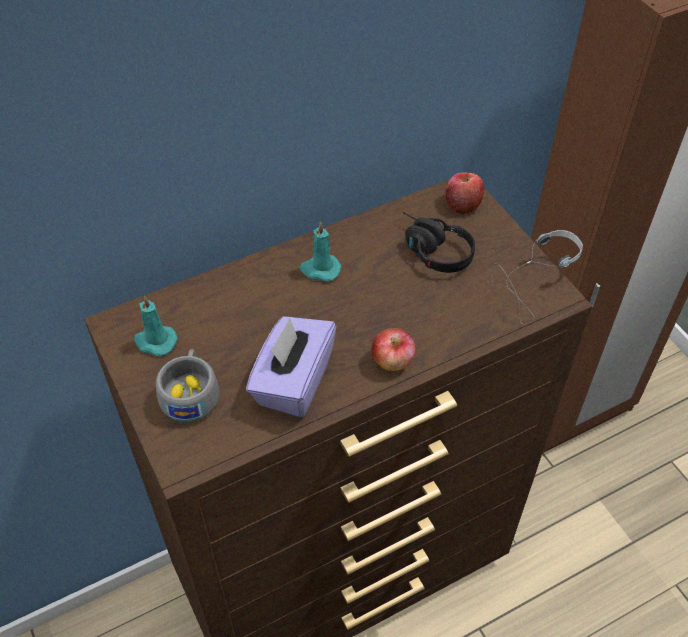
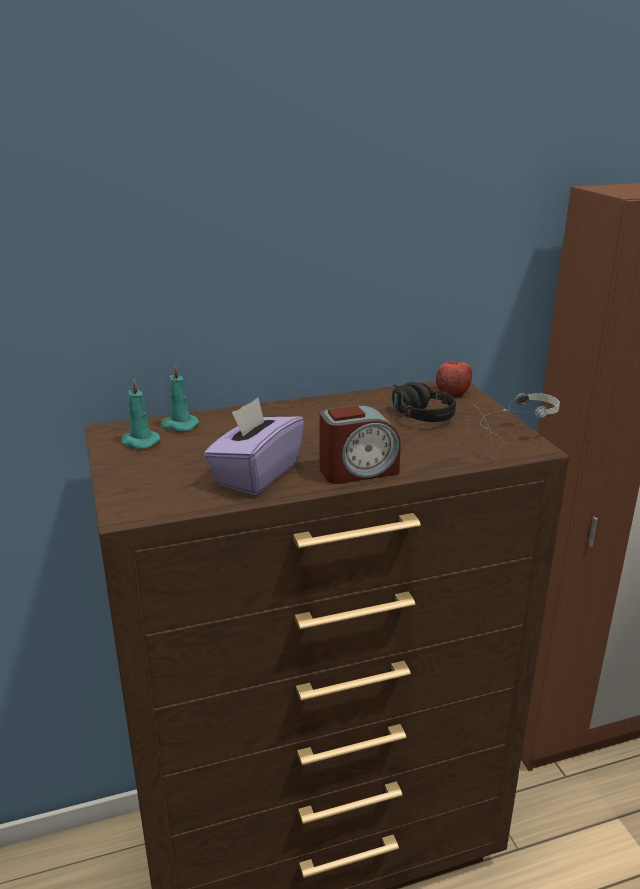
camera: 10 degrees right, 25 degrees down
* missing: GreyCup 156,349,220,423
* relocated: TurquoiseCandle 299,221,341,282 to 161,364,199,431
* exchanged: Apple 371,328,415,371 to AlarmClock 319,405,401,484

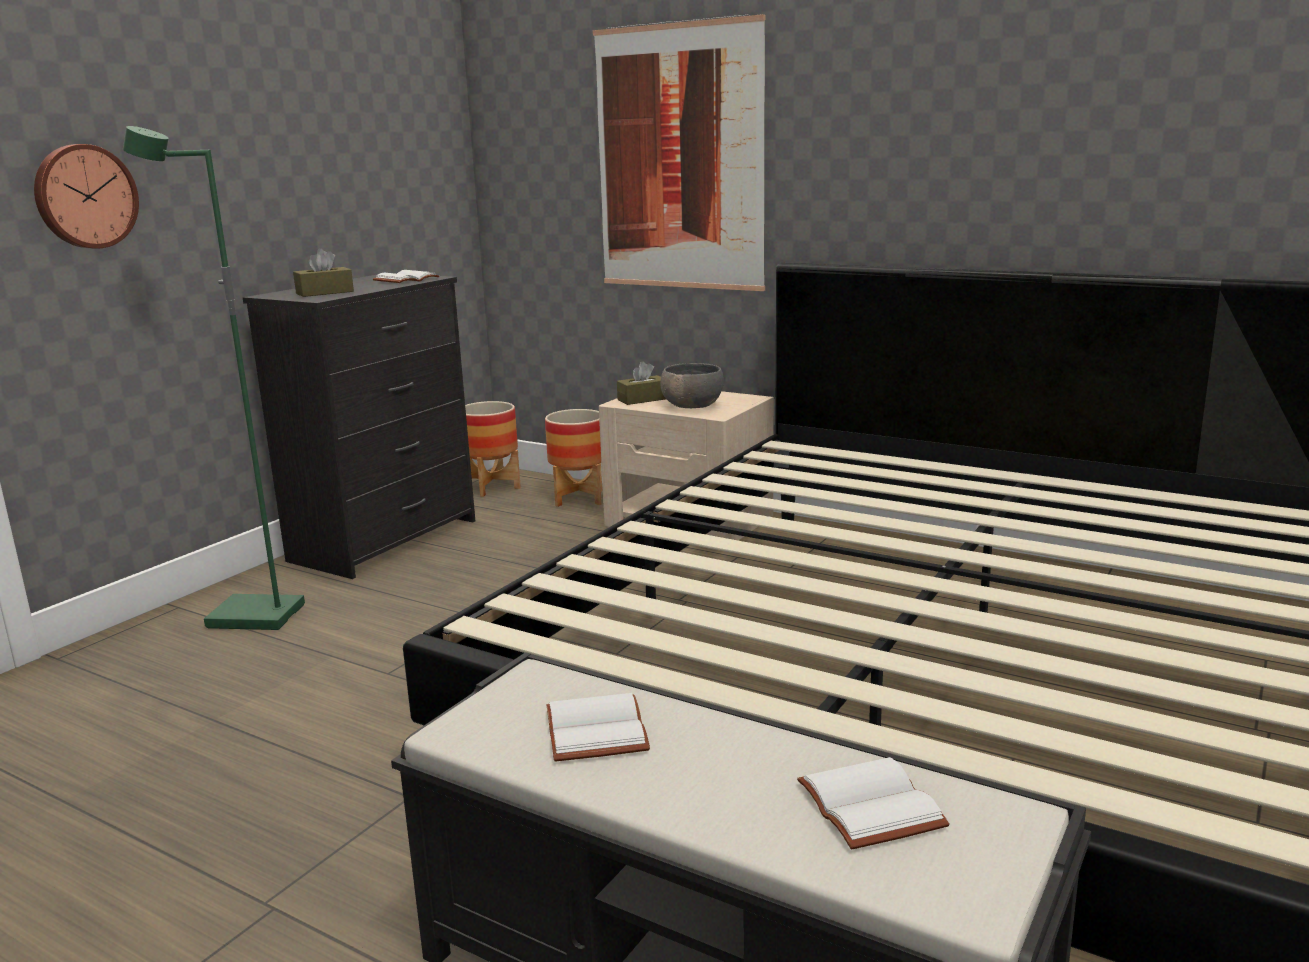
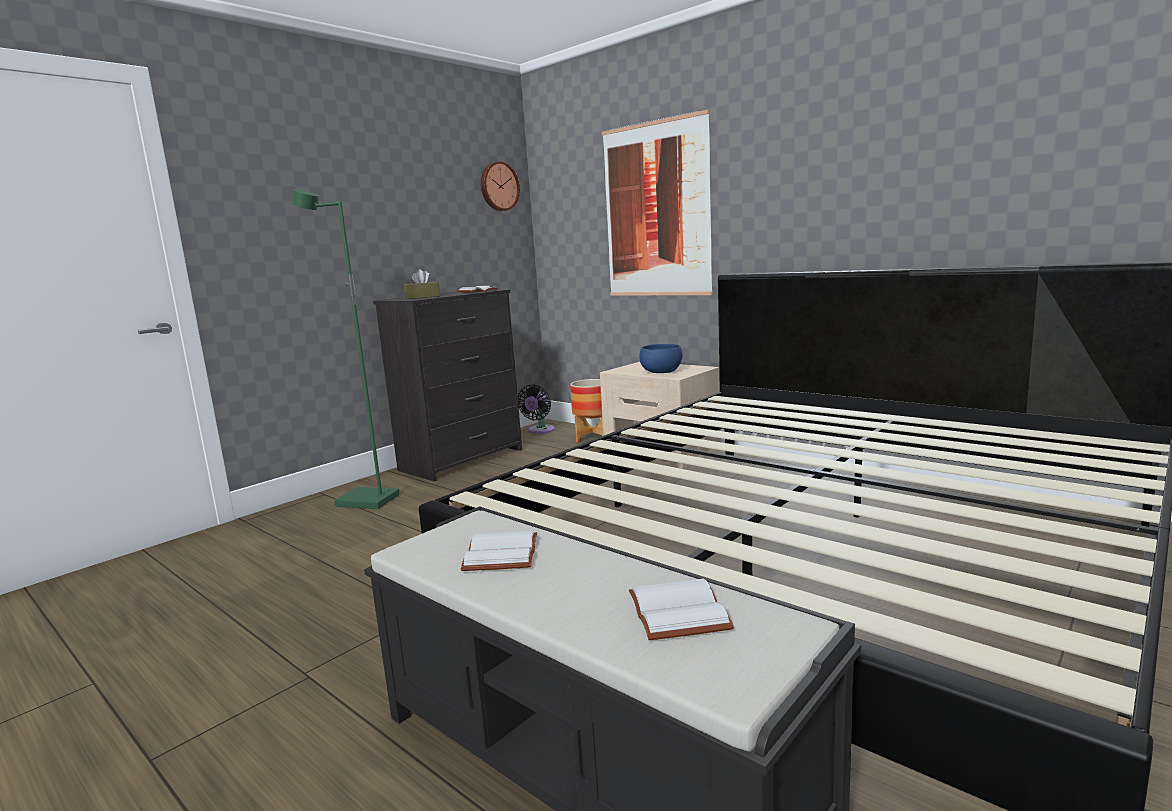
camera: 10 degrees right, 5 degrees down
* relocated: WallClock 34,144,139,249 to 481,161,520,211
* exchanged: Planter 465,401,521,497 to BlackFan 518,384,555,434
* missing: BrownTissueBox 617,361,666,405
* colour: GreyBowl 661,363,724,408 to BlueBowl 639,344,683,373

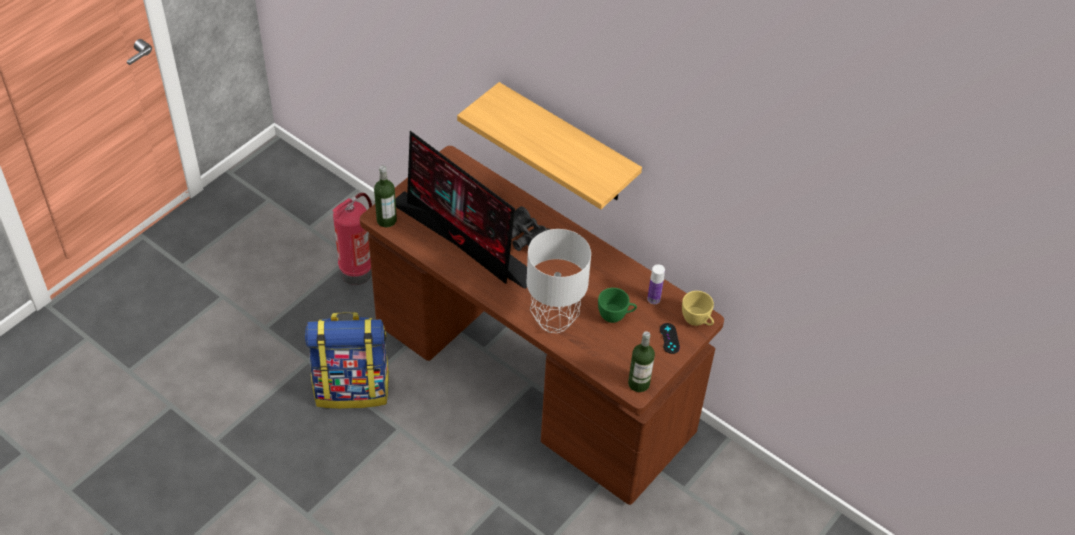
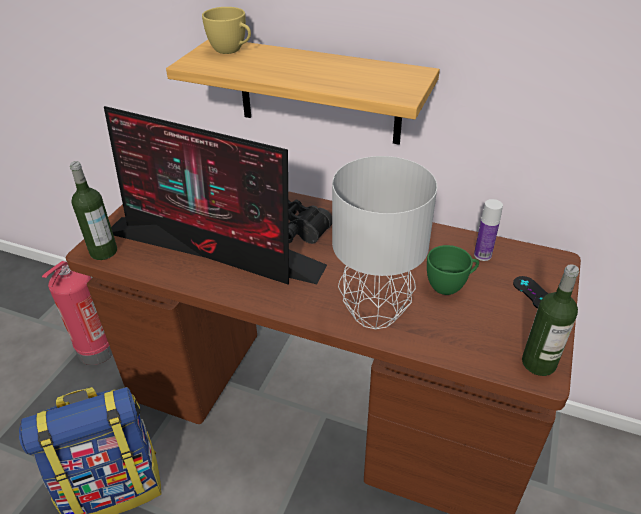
camera: 15 degrees left, 10 degrees down
* relocated: YellowCup 682,291,714,326 to 202,7,251,54

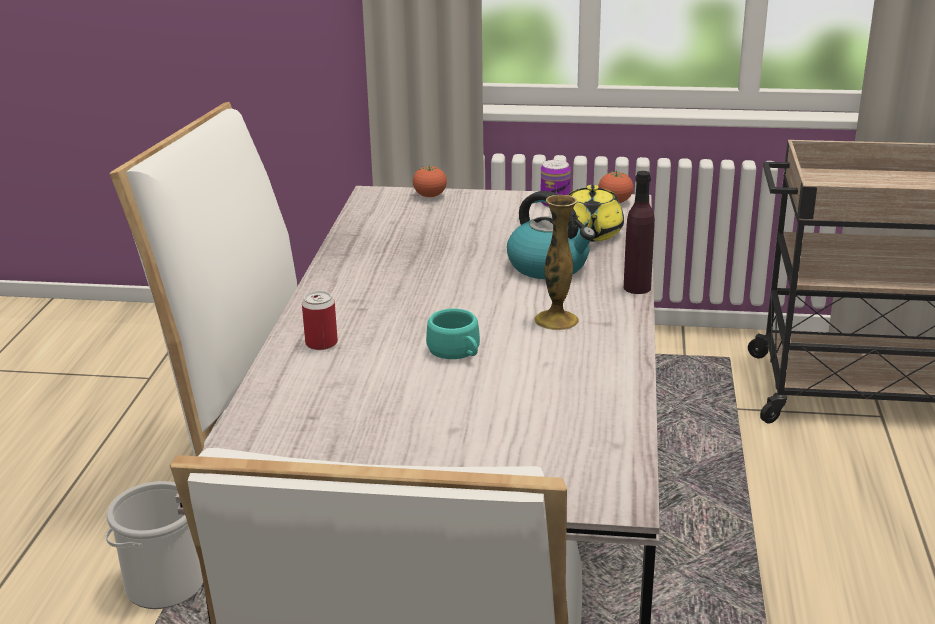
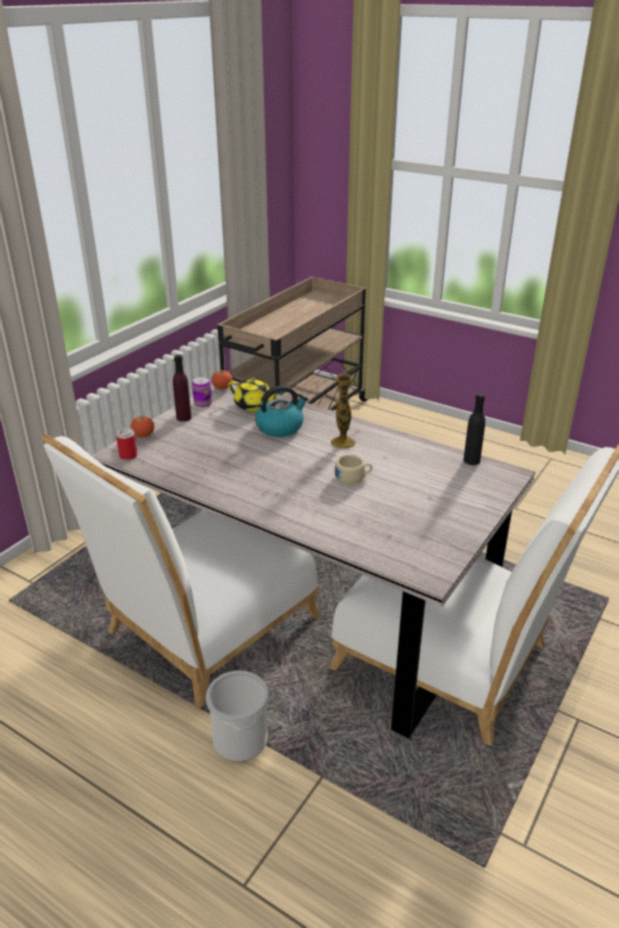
camera: 65 degrees left, 5 degrees up
* relocated: Can 302,291,338,350 to 116,427,137,460
* colour: TurquoiseCup 426,308,480,359 to BeigeCup 335,455,372,485
* relocated: PurpleBottle 624,171,655,294 to 173,355,192,422
* appeared: BlackBottle 464,393,485,465

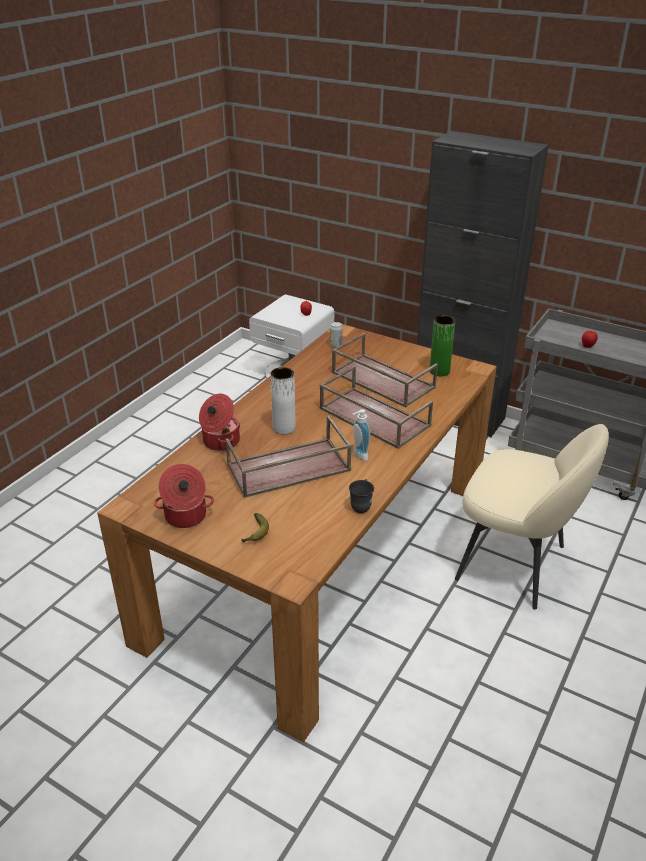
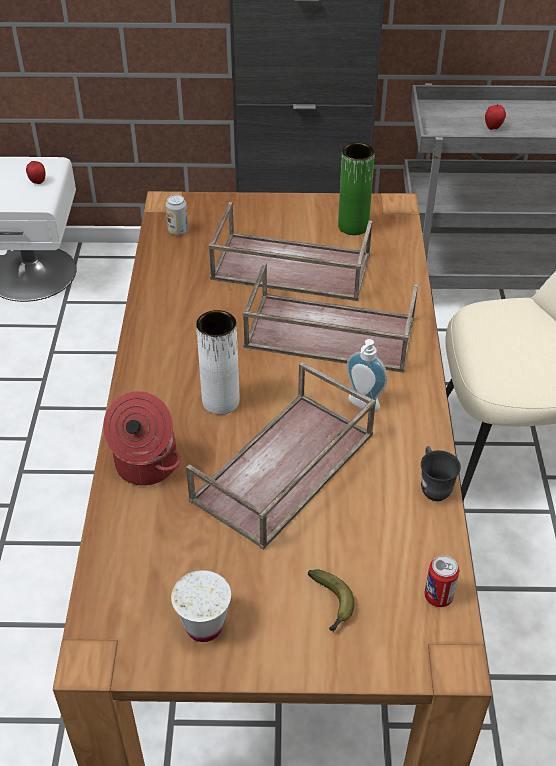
camera: 30 degrees left, 10 degrees up
* exchanged: CookingPot 154,464,214,528 to WhiteCup 171,570,231,642
* appeared: Can 424,555,459,607

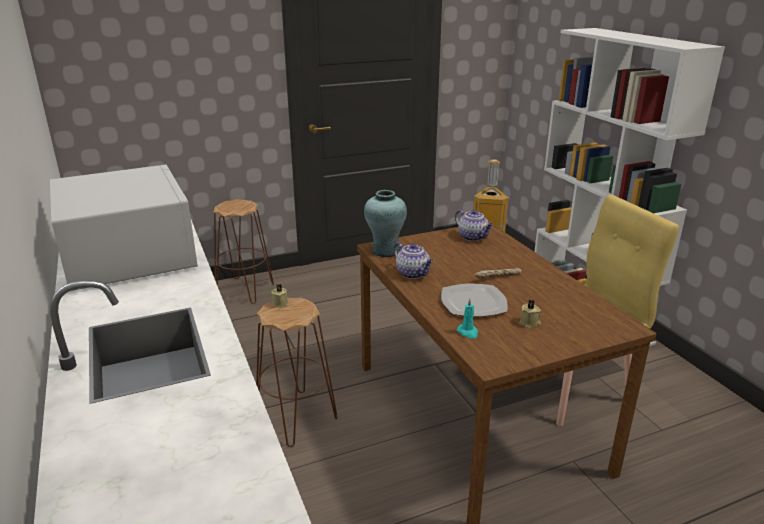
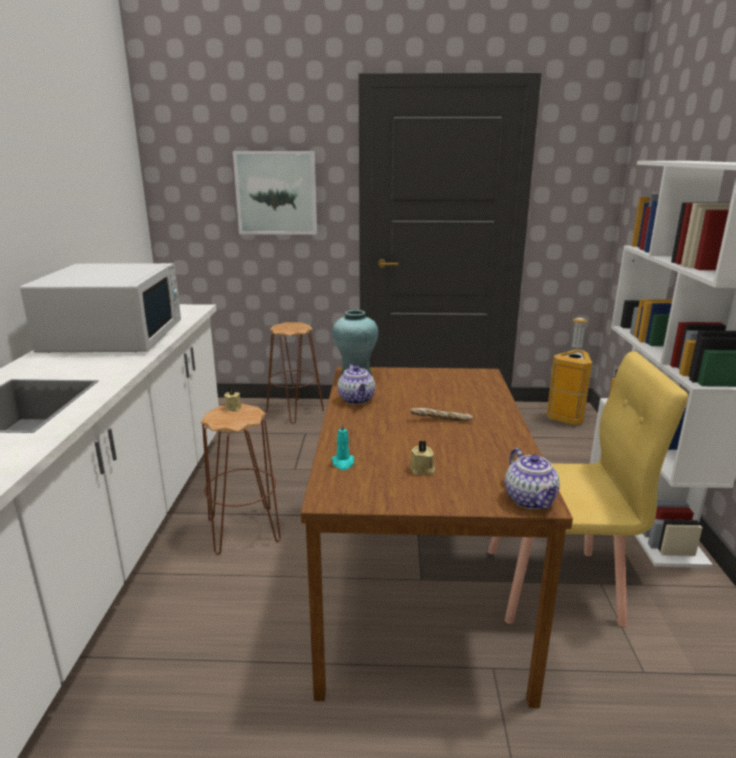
camera: 25 degrees right, 5 degrees down
* missing: Plate 441,284,508,317
* relocated: Teapot 455,210,494,241 to 505,448,560,509
* appeared: Picture 233,151,317,235

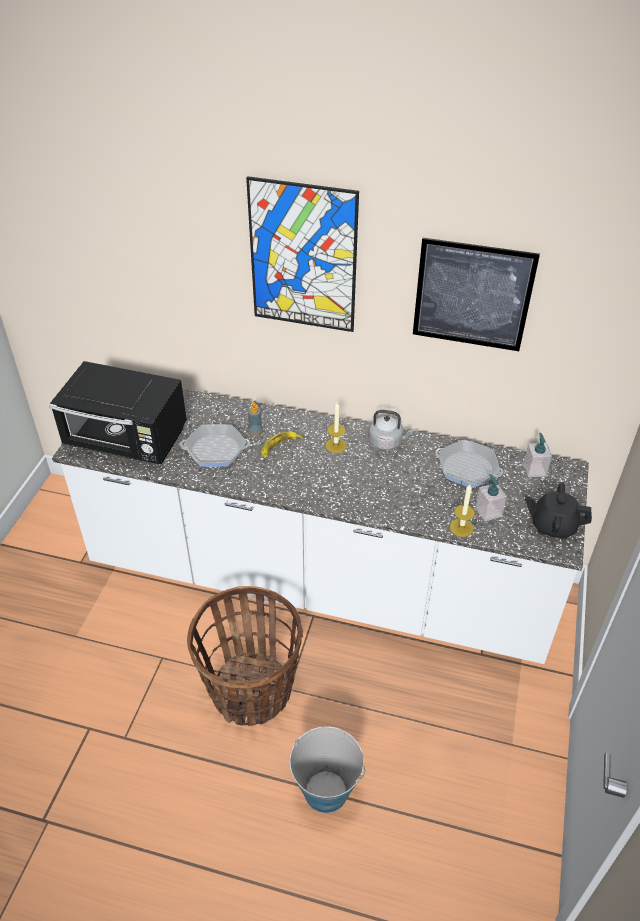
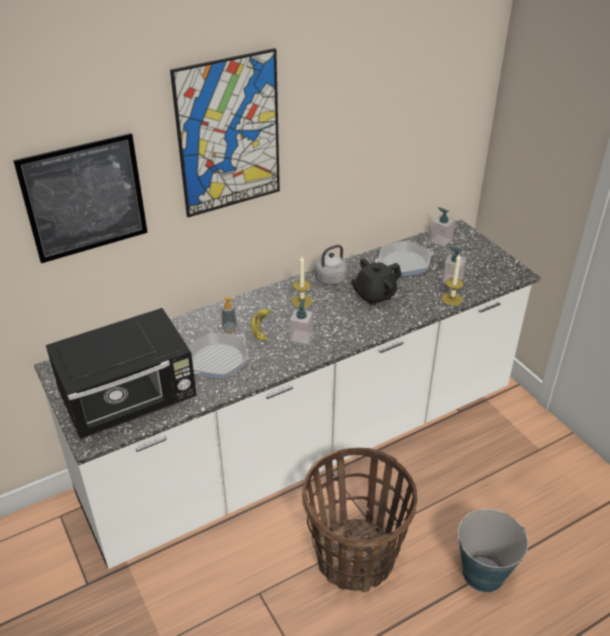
camera: 45 degrees left, 5 degrees down
* relocated: Picture 413,238,540,351 to 13,133,148,263
* relocated: BlackTeapot 525,482,592,540 to 351,258,401,305
* appeared: SoapDispenser 290,299,313,345

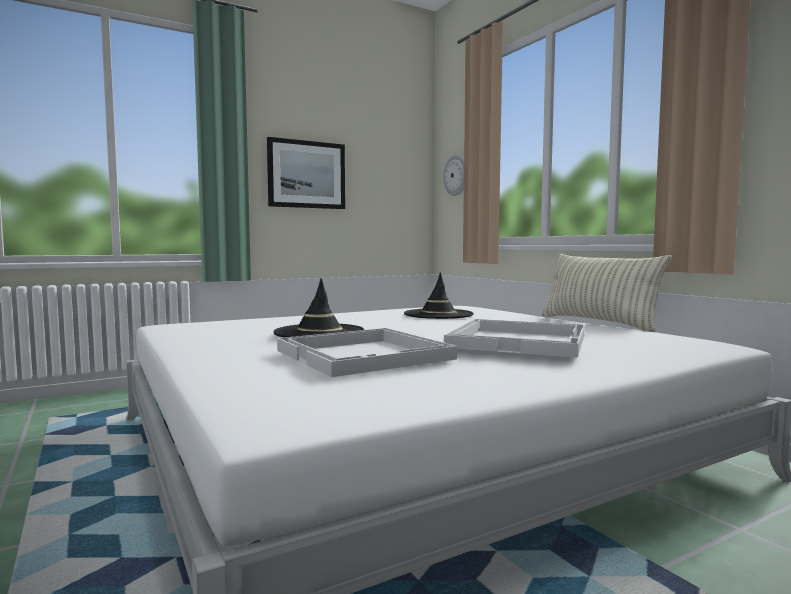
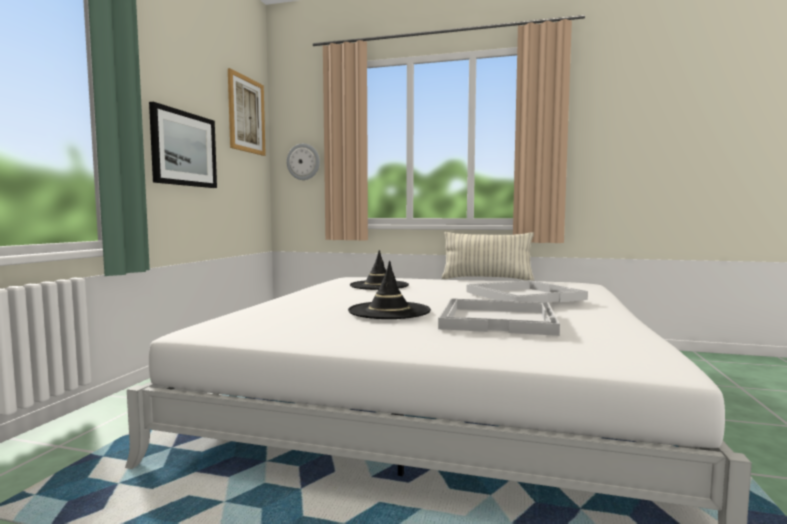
camera: 45 degrees left, 0 degrees up
* appeared: Picture 228,68,266,156

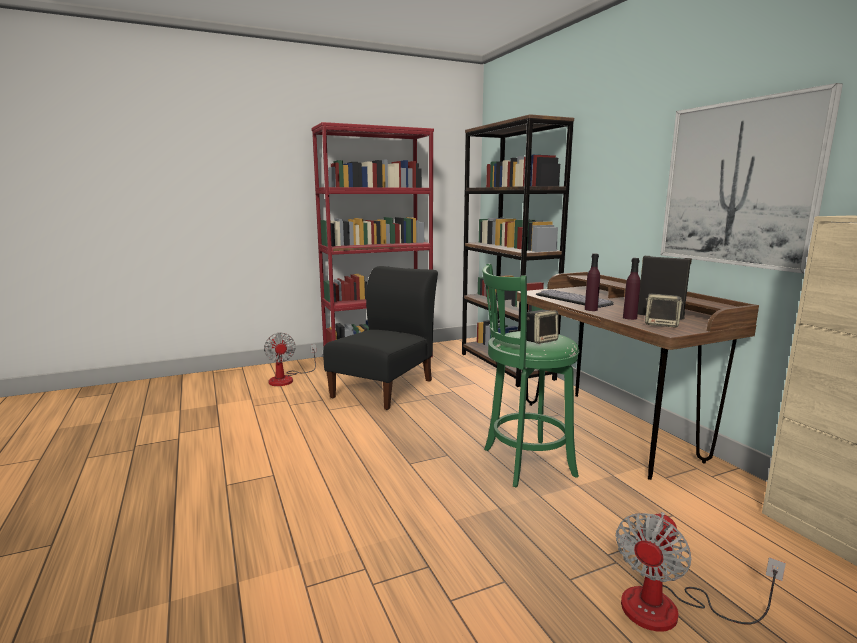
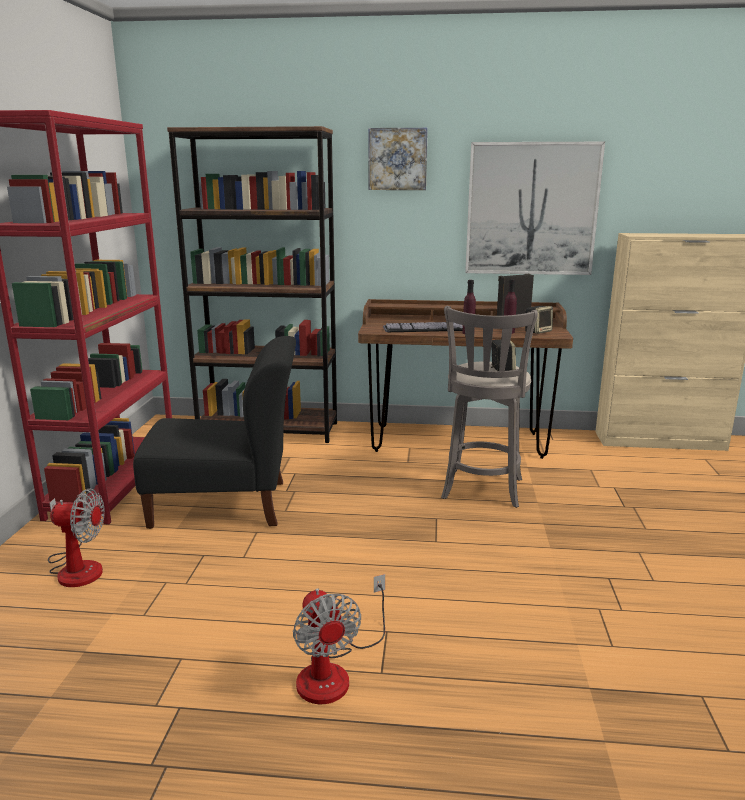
camera: 60 degrees left, 5 degrees up
* spun: BlackChair 323,266,438,410 = 133,336,296,529 120 degrees clockwise
* colour: GreenStool 482,264,579,488 to GreyStool 441,306,538,508
* relocated: Fan 615,512,786,632 to 293,574,385,704
* appeared: Picture 368,128,428,190

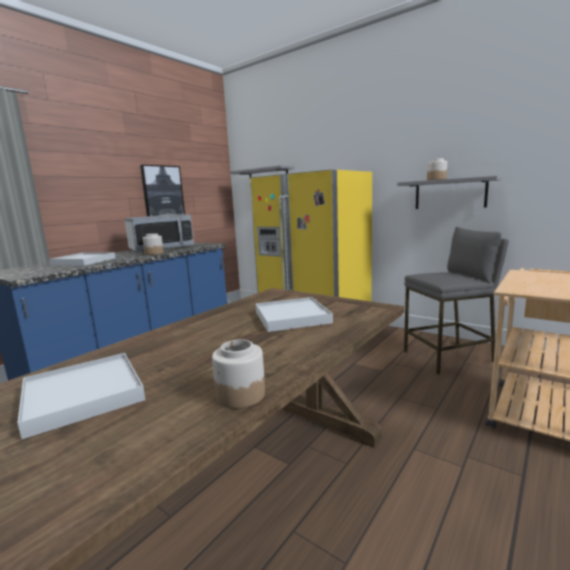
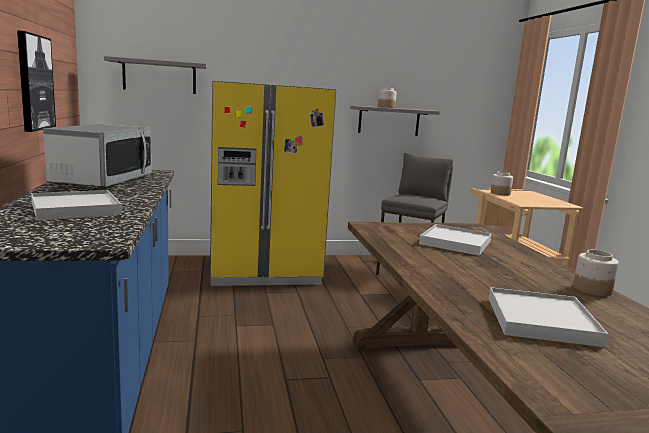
camera: 50 degrees left, 0 degrees up
* relocated: Jar 143,233,164,255 to 491,172,513,195

